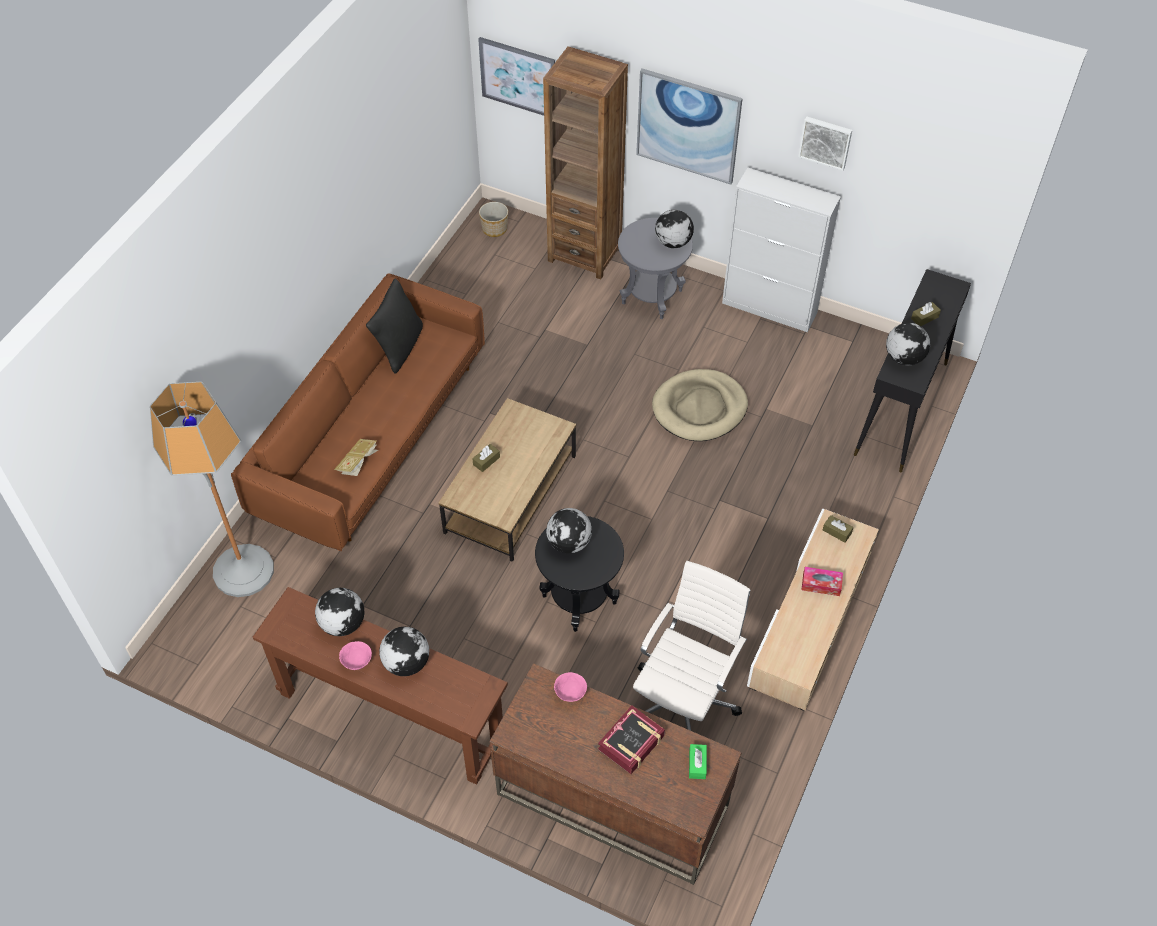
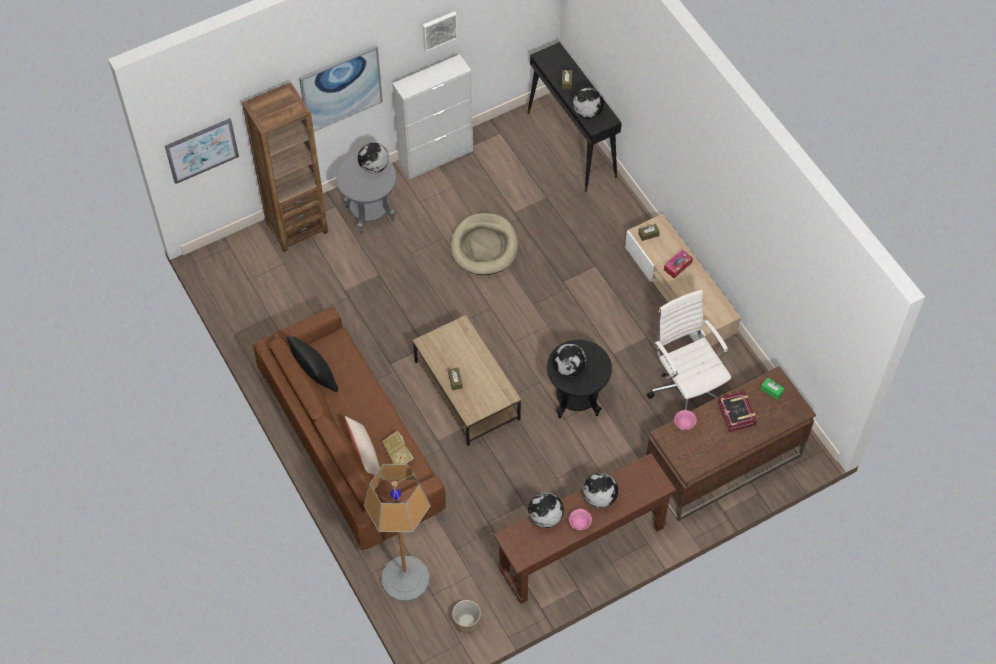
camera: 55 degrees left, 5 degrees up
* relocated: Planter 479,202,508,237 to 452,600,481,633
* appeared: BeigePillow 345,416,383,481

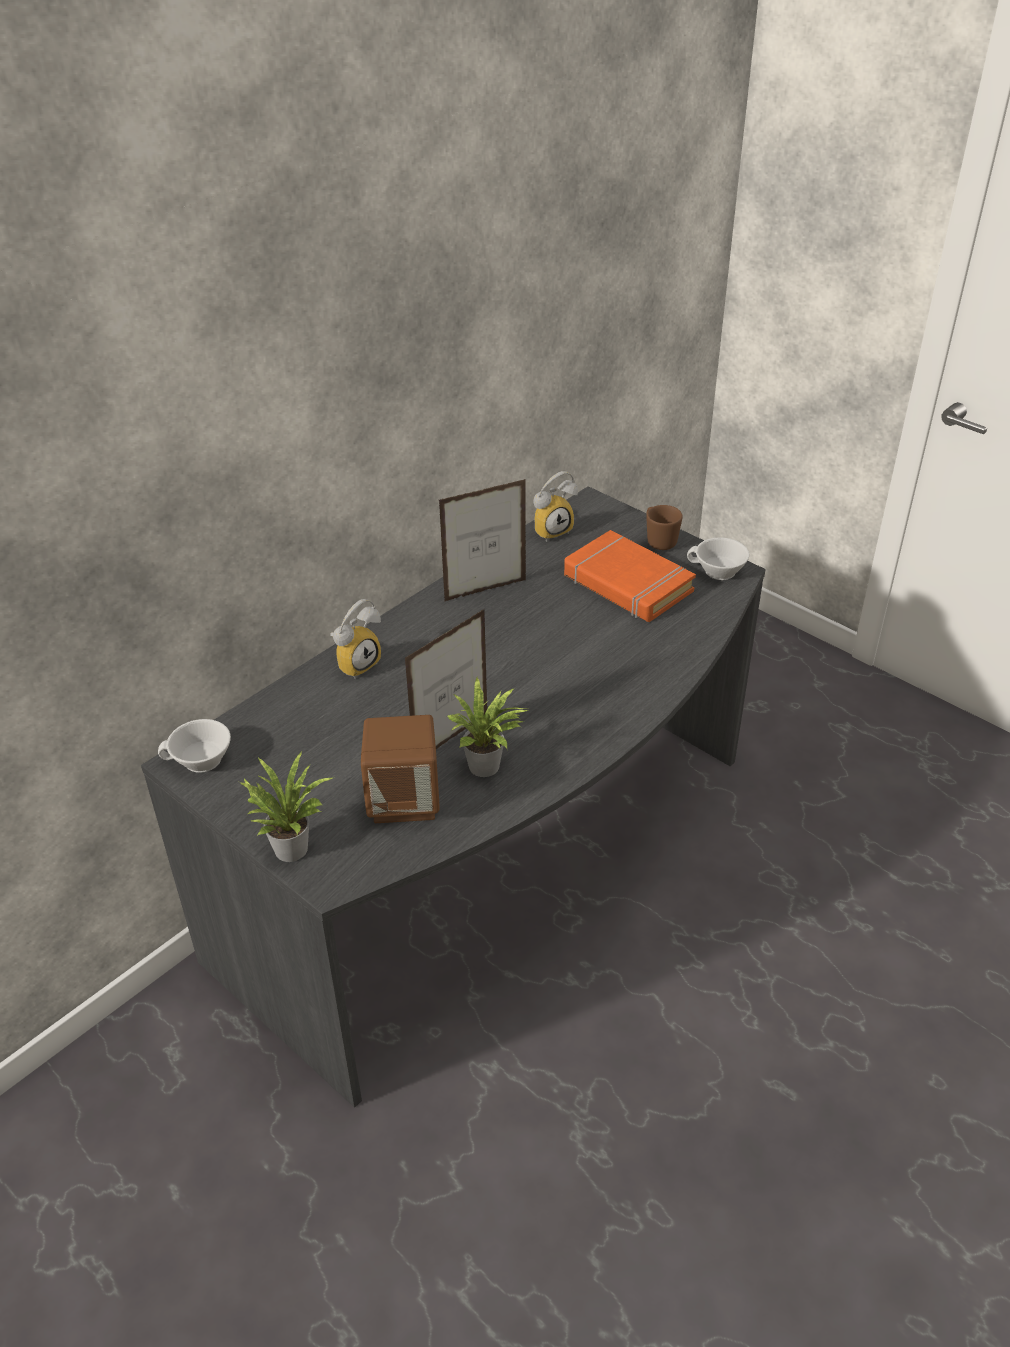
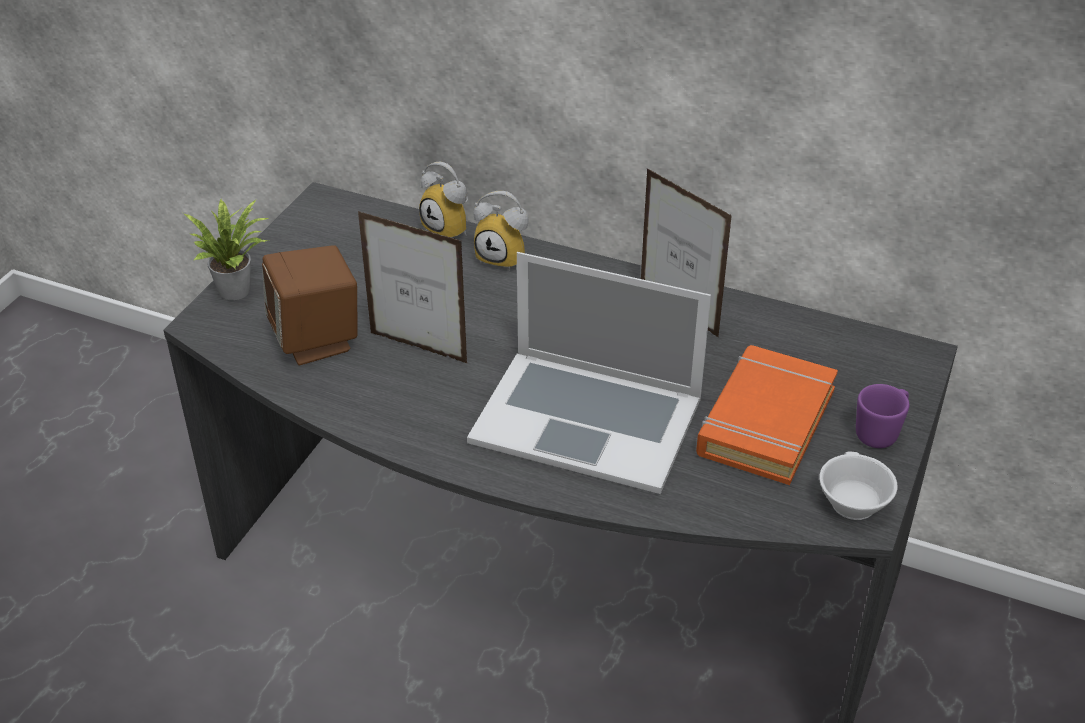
camera: 70 degrees right, 0 degrees up
* missing: WhiteCup 158,719,231,773
* missing: PottedPlant 448,677,529,777
* relocated: AlarmClock 533,471,578,542 to 419,162,468,237
* colour: BrownMug 646,505,683,550 to PurpleMug 856,384,909,448
* appeared: Laptop 467,252,711,494

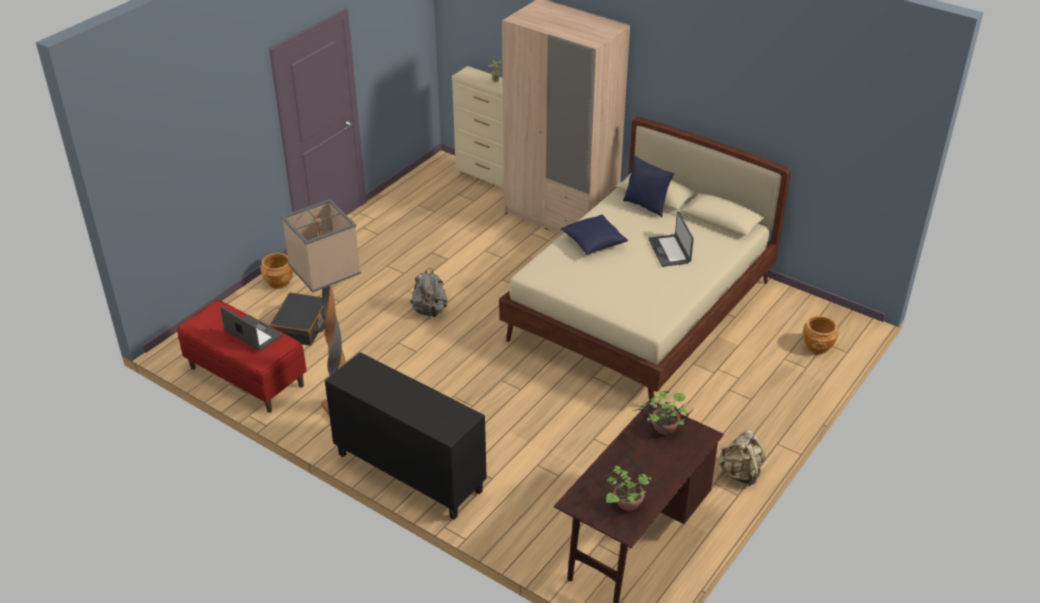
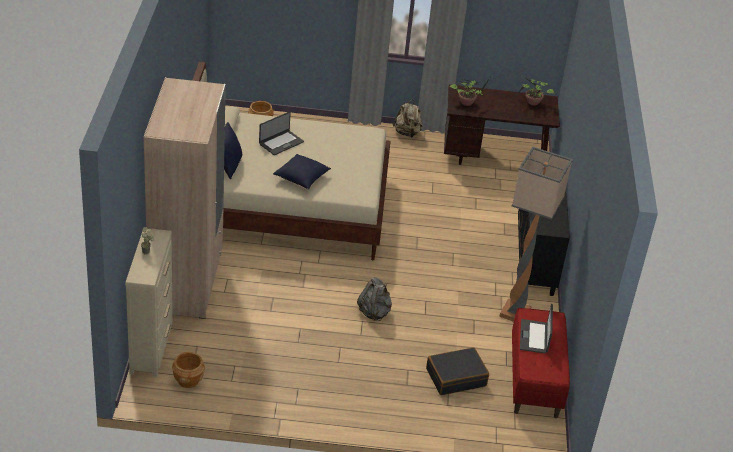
camera: 125 degrees left, 0 degrees up
* relocated: BrownPlanter 261,253,293,289 to 172,352,205,388

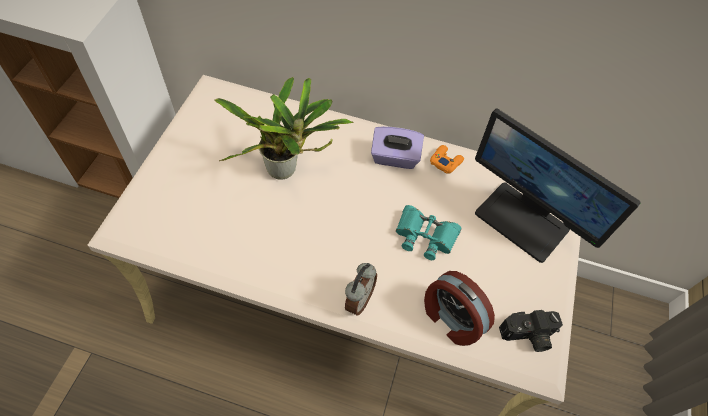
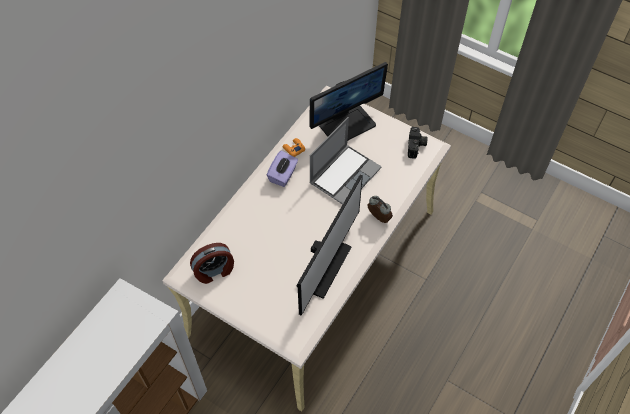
camera: 70 degrees left, 0 degrees up
* missing: PottedPlant 214,77,354,180
* exchanged: TurquoiseBinoculars 396,205,461,260 to Laptop 309,117,382,205
* relocated: AlarmClock 424,271,495,346 to 190,243,234,284
* appeared: Monitor 296,174,363,316

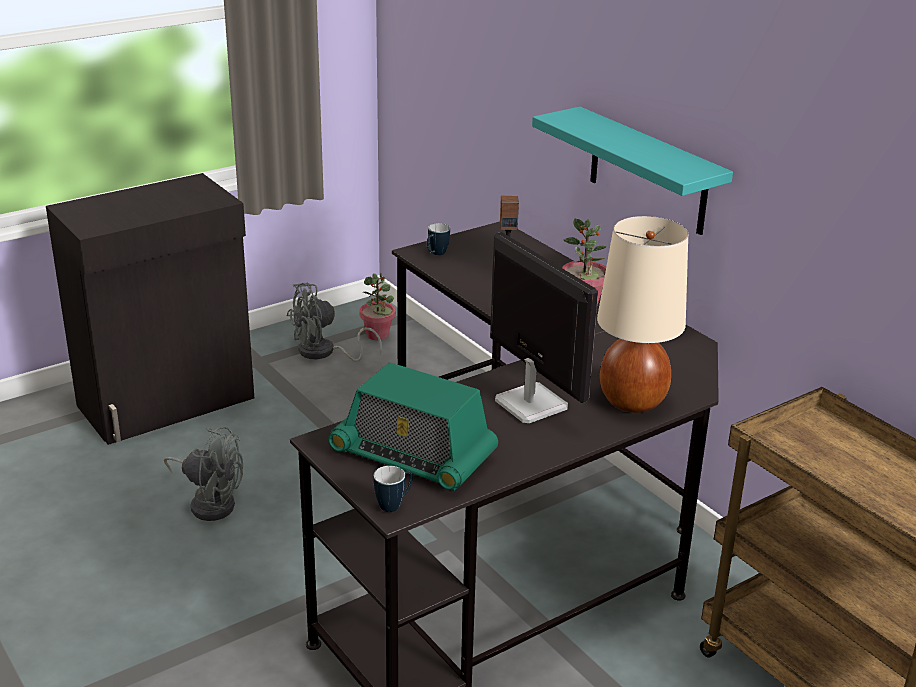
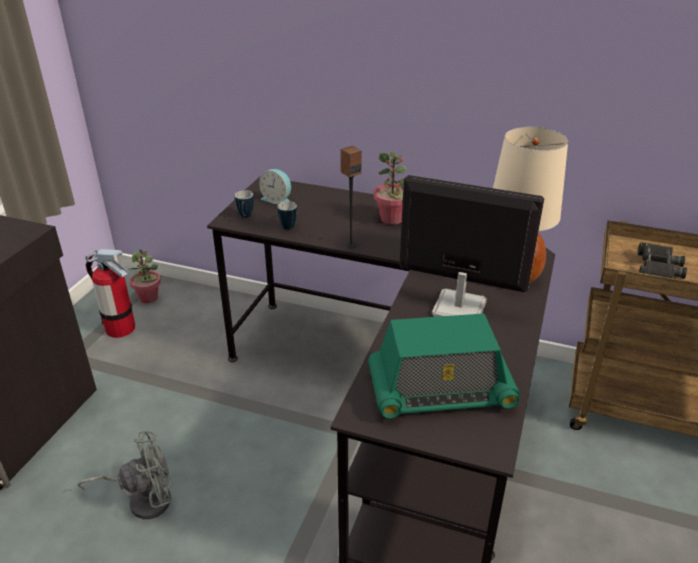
camera: 35 degrees left, 5 degrees up
* exchanged: GreyFan 287,283,382,362 to FireExtinguisher 85,249,135,338
* relocated: Mug 373,466,413,512 to 277,201,297,230
* missing: TurquoiseShelf 532,107,733,235
* appeared: AlarmClock 259,169,291,205
* appeared: BlackBinoculars 638,242,687,279

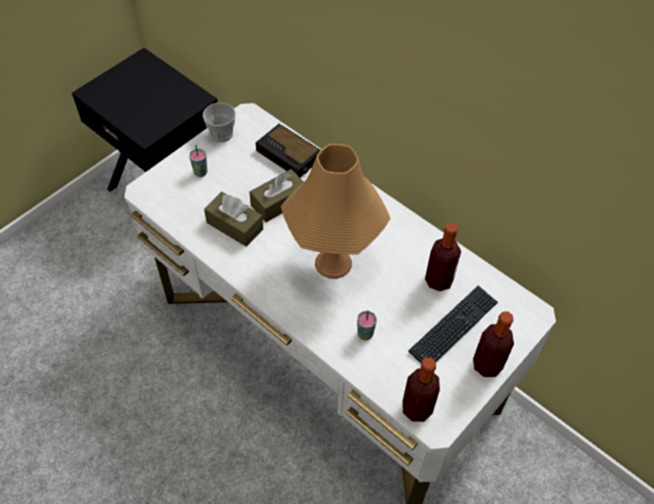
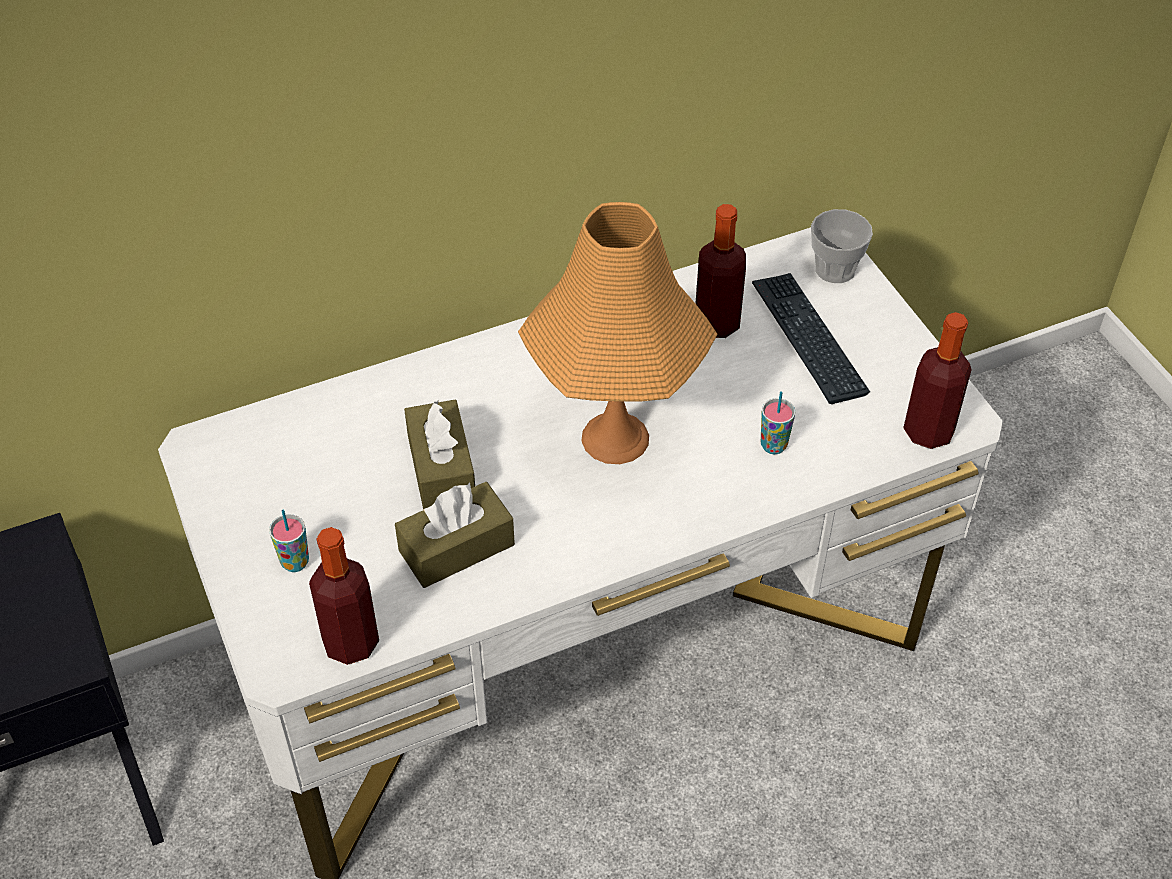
camera: 65 degrees left, 5 degrees down
* relocated: Cup 203,103,236,142 to 811,209,873,283
* missing: AlarmClock 256,124,321,177
* relocated: Bottle 473,312,514,377 to 309,527,379,665

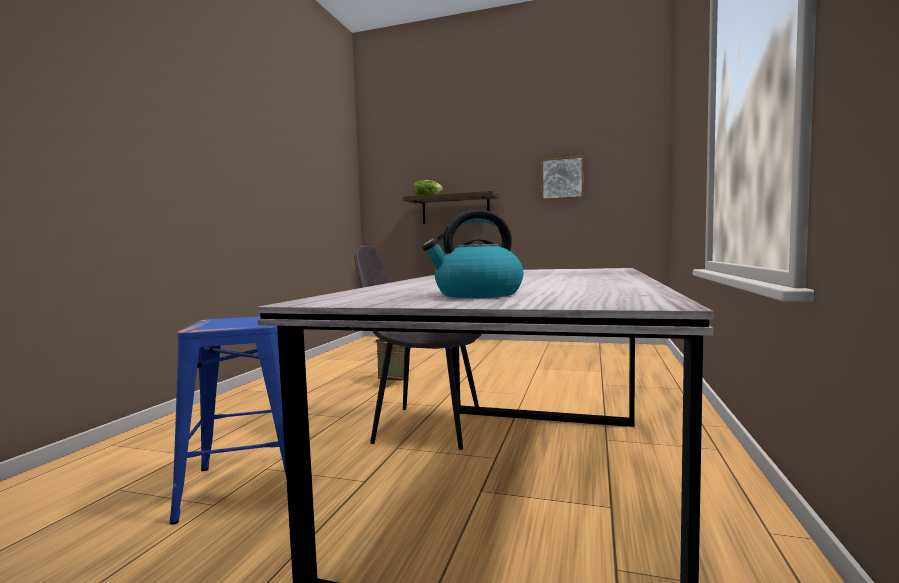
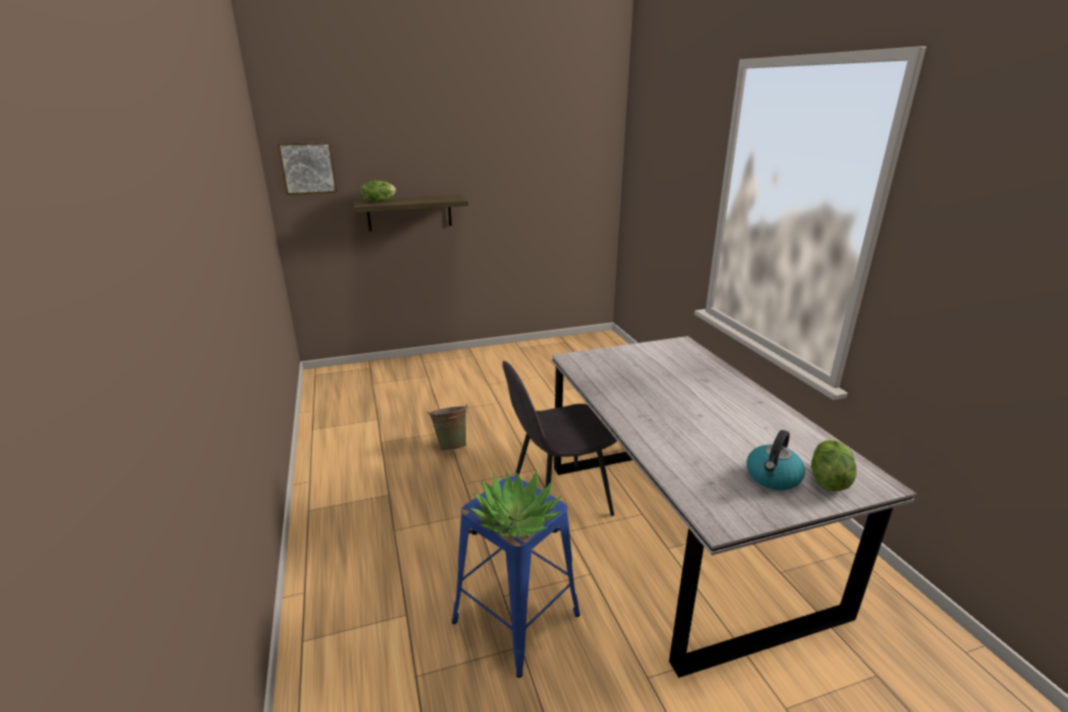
camera: 35 degrees left, 20 degrees up
* relocated: Picture 542,156,584,200 to 278,142,337,195
* appeared: PottedPlant 470,470,562,537
* appeared: Lettuce 811,439,857,491

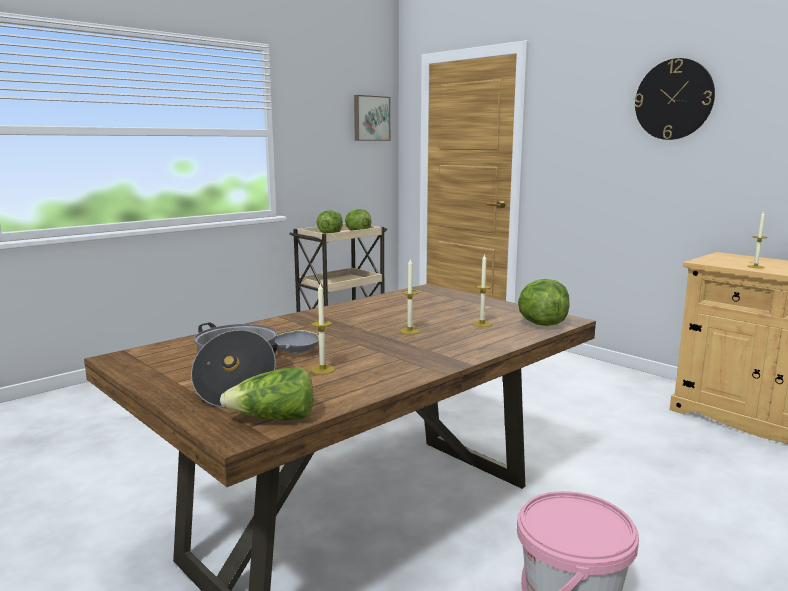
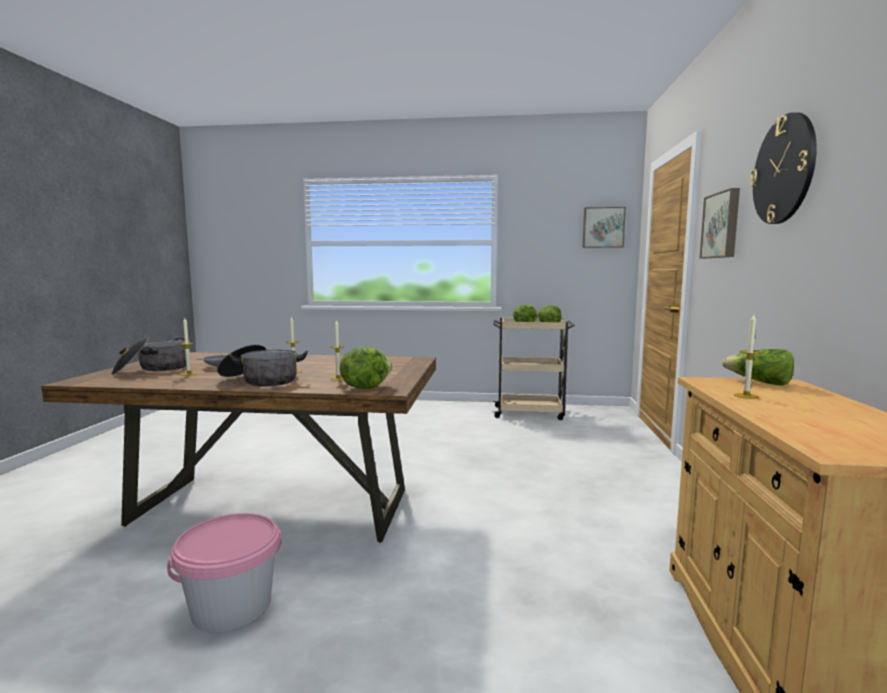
camera: 50 degrees right, 5 degrees down
* relocated: Lettuce 220,367,313,420 to 722,349,794,386
* appeared: CookingPot 217,344,308,387
* appeared: Picture 700,188,740,258

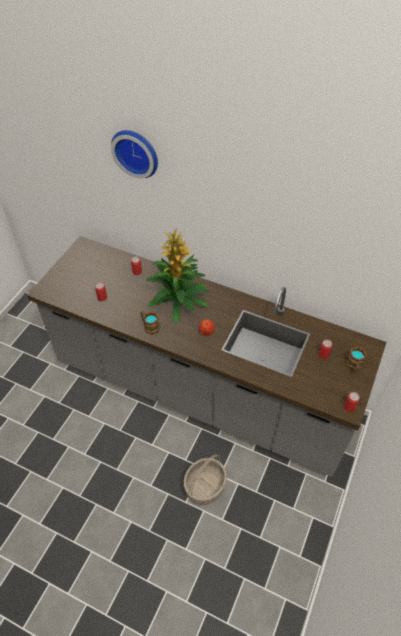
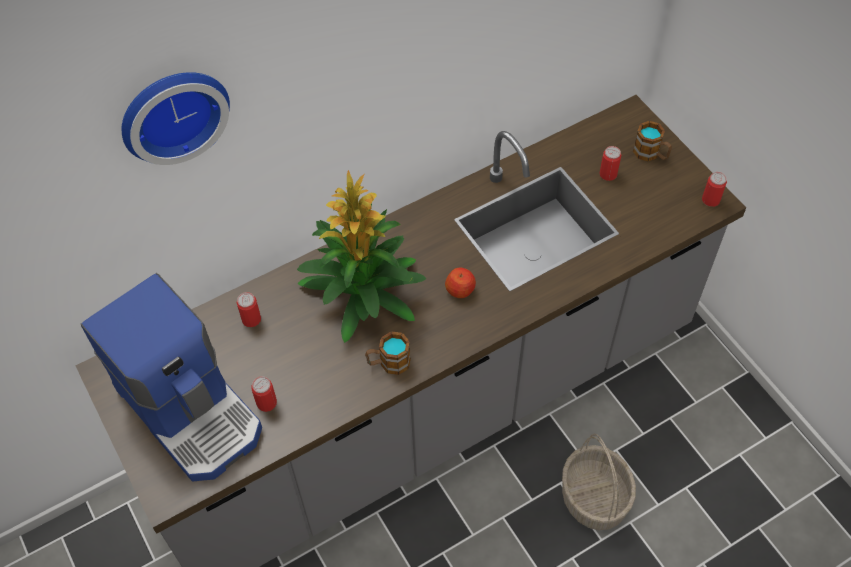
camera: 55 degrees left, 5 degrees up
* appeared: CoffeeMachine 81,273,262,481

